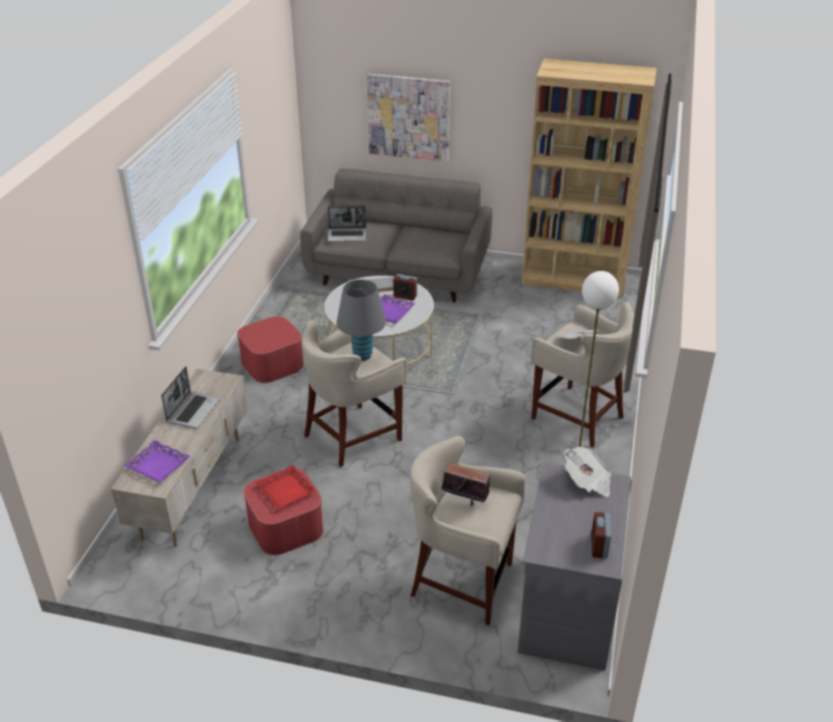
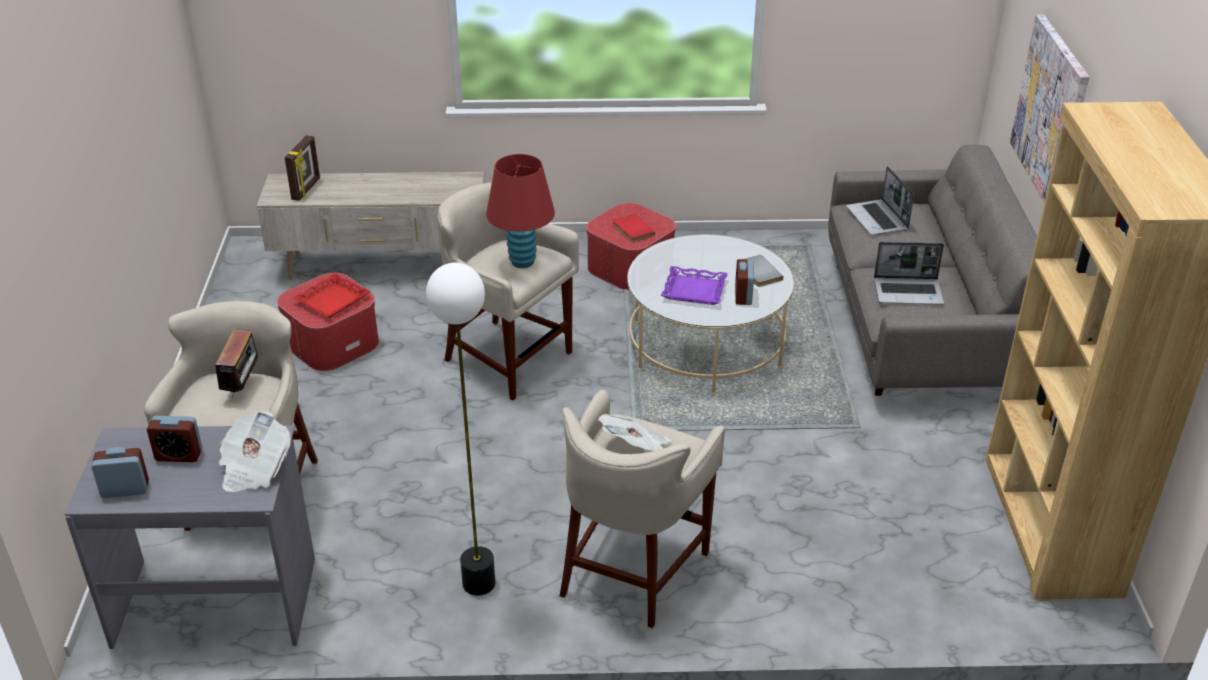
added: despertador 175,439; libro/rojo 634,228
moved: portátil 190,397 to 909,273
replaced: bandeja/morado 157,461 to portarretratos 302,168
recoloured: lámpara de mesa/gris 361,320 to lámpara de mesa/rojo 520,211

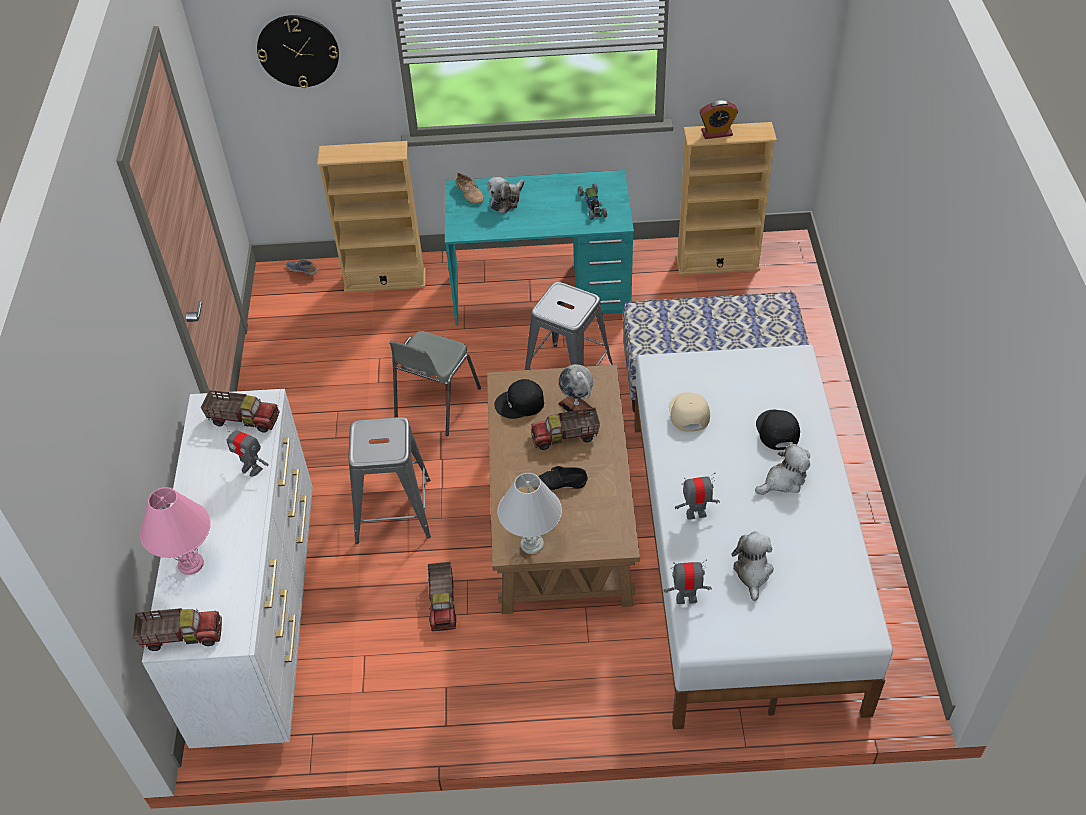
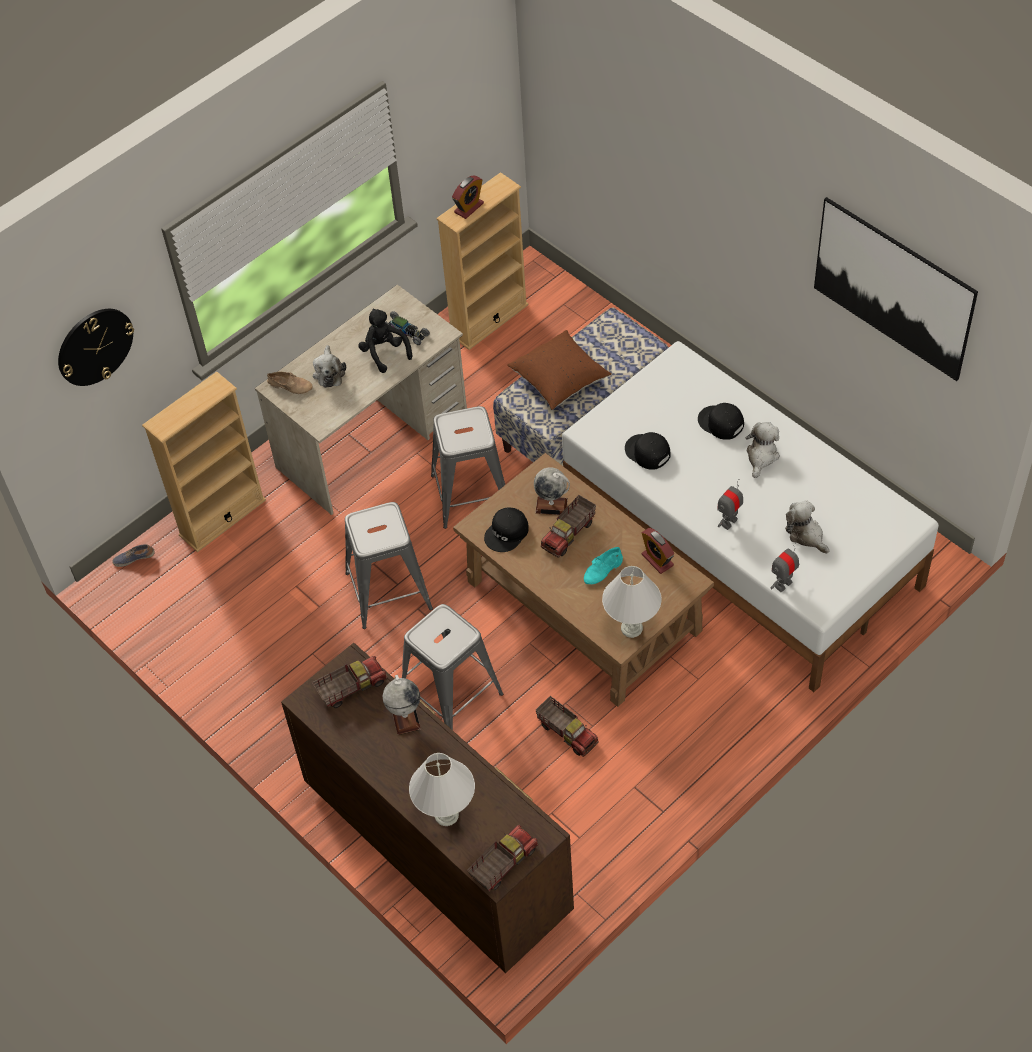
added: peluche/negro 385,340; cojín/marrón 559,370; despertador 658,551; cuadro 896,289
replaced: robot de juguete 246,450 to globo terráqueo 402,705; silla/gris 435,383 to taburete/gris 389,565
recoloured: lámpara de mesa/rosa 175,531 to lámpara de mesa/blanco 442,789; cómoda/blanco 227,568 to cómoda/marrón 427,808; escritorio/turquesa 539,248 to escritorio/beis 361,400; zapato/negro 563,478 to zapato/turquesa 603,566; gorra/beis 689,412 to gorra/negro 648,451

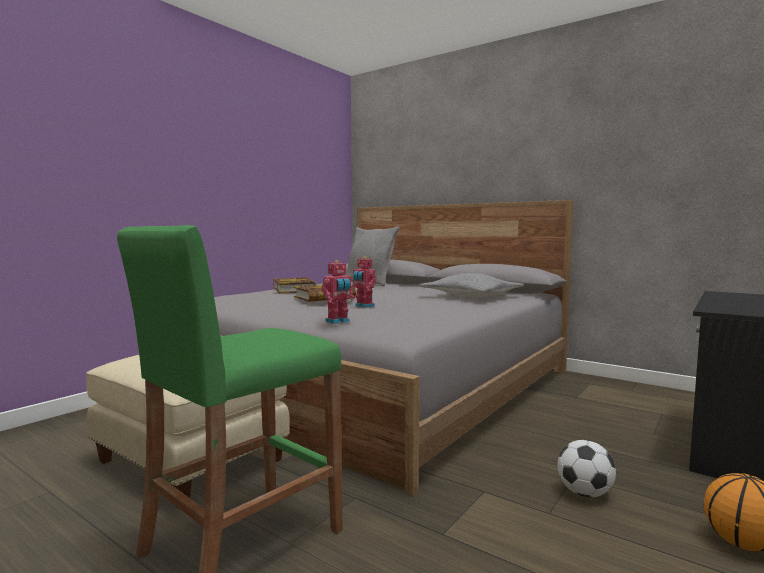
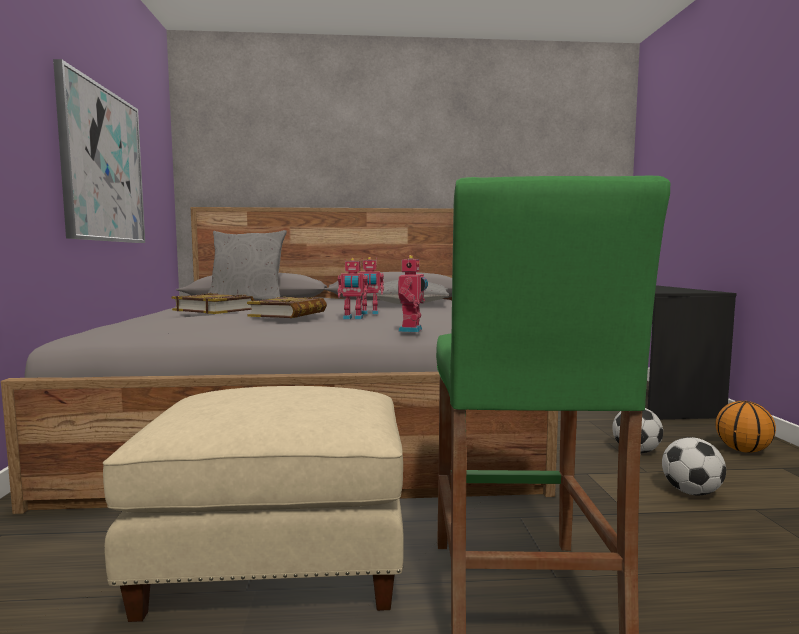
added: cuadro 99,151; robot de juguete 371,286; balón de fútbol 694,466

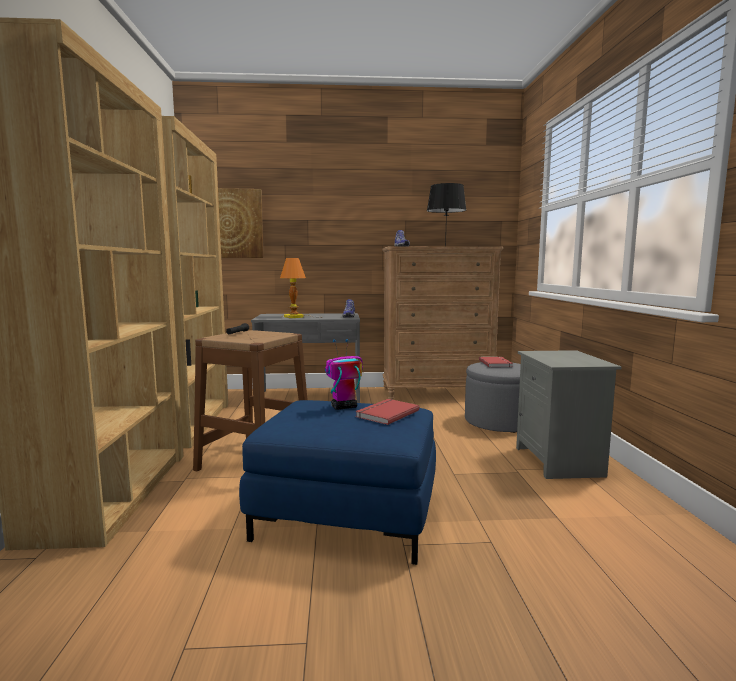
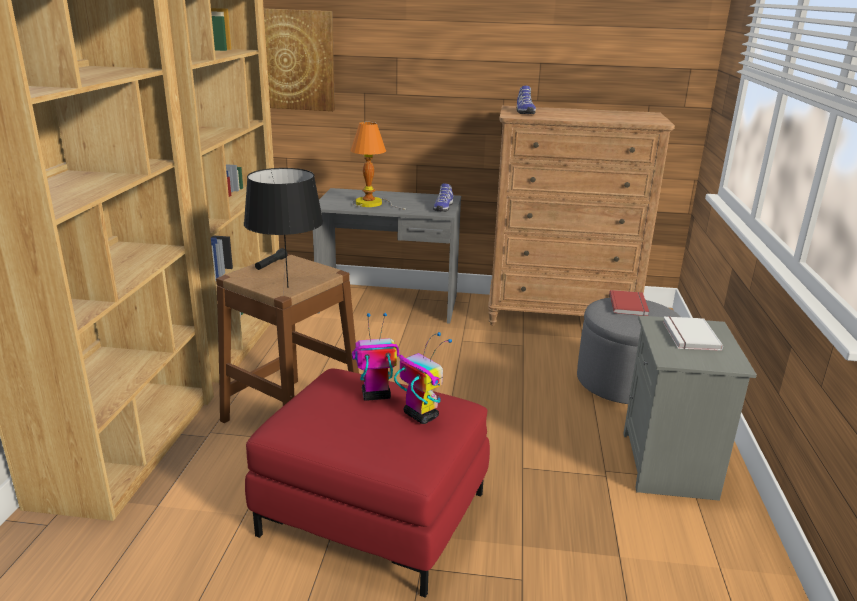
added: libro/blanco 693,333
moved: lámpara de mesa/negro 446,215 to 283,228
replaced: libro/rojo 387,412 to robot de juguete 423,378
recoloured: puf/azul 337,482 to puf/rojo 367,483

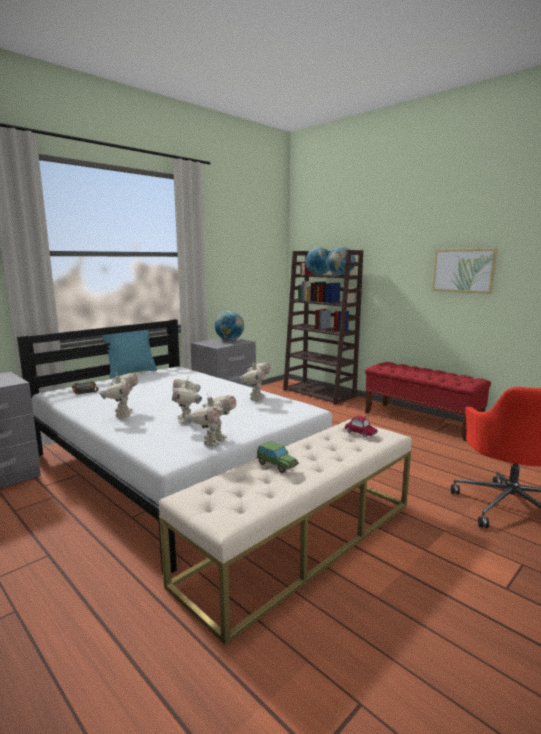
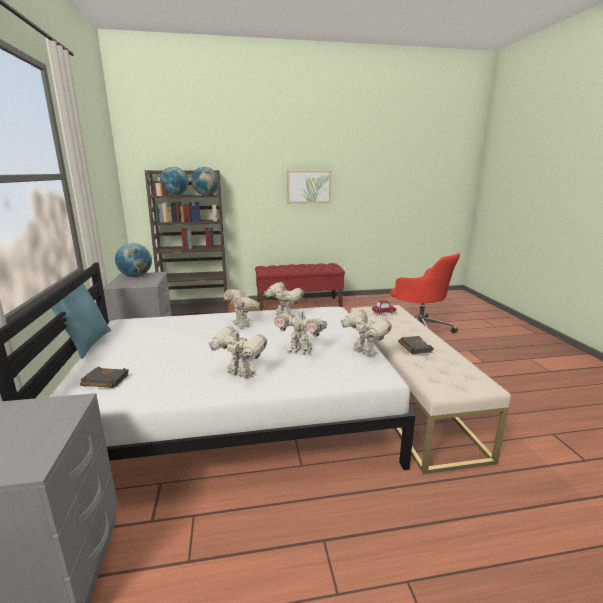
added: robot de juguete 242,308
replaced: coche de juguete 278,457 to libro/negro 416,345

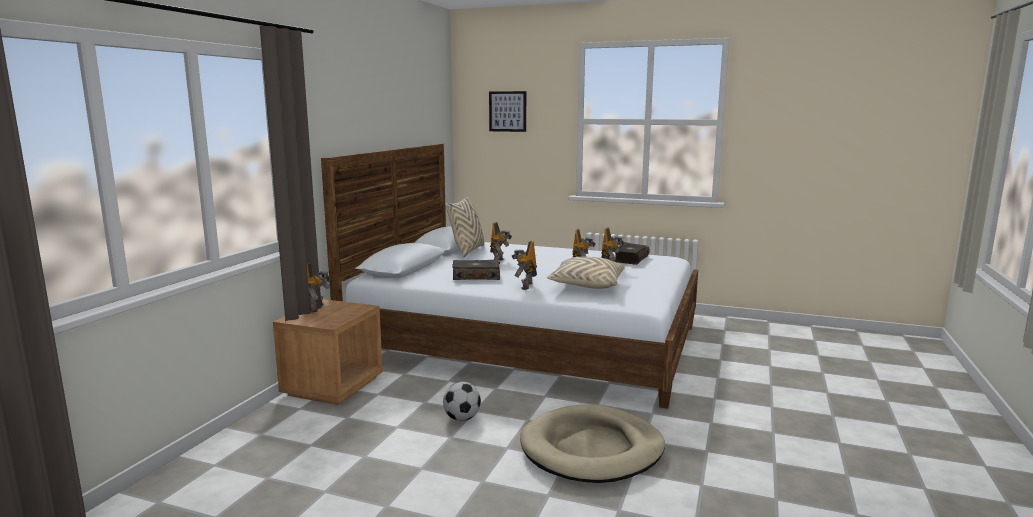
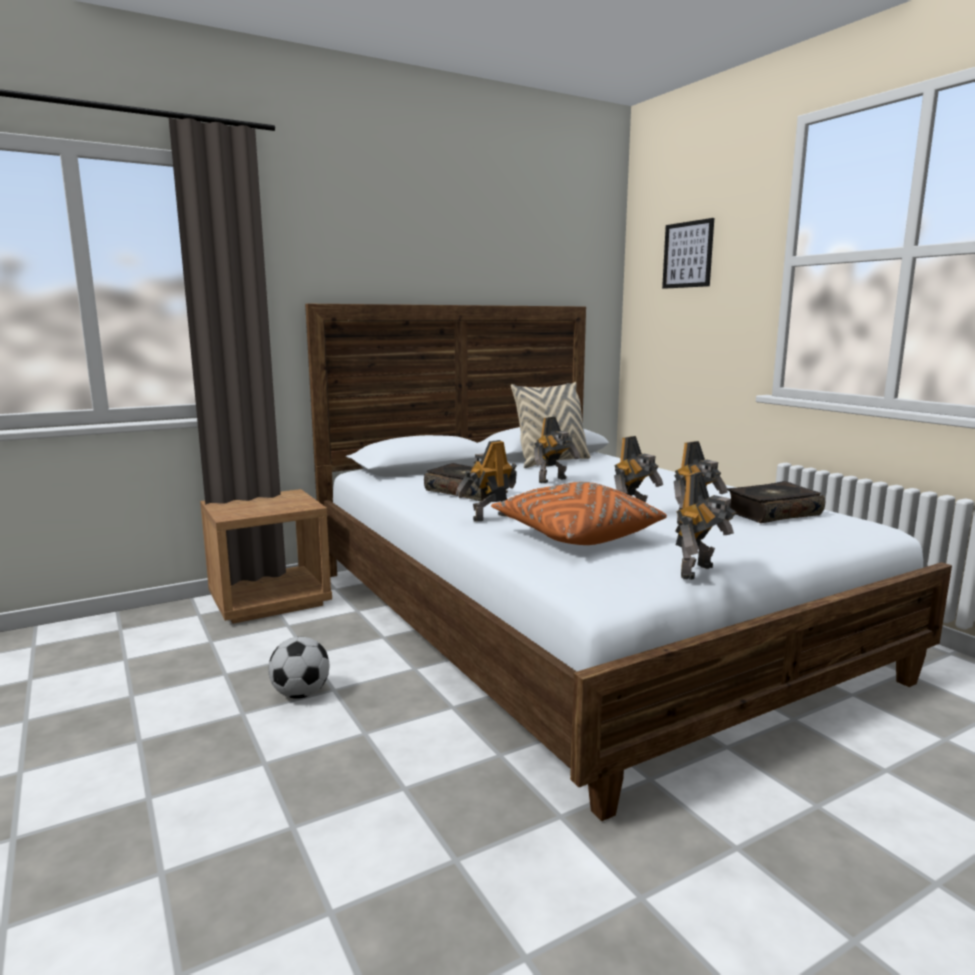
removed: cama para perro/beis 592,443
moved: robot de juguete 319,288 to 705,526
recoloured: cojín/beis 585,273 to cojín/naranja 579,513

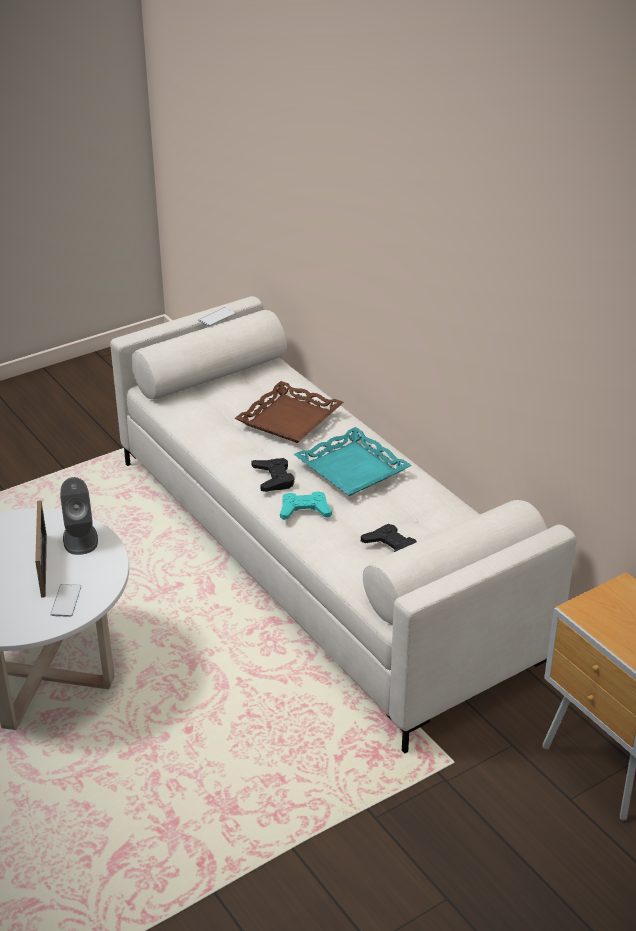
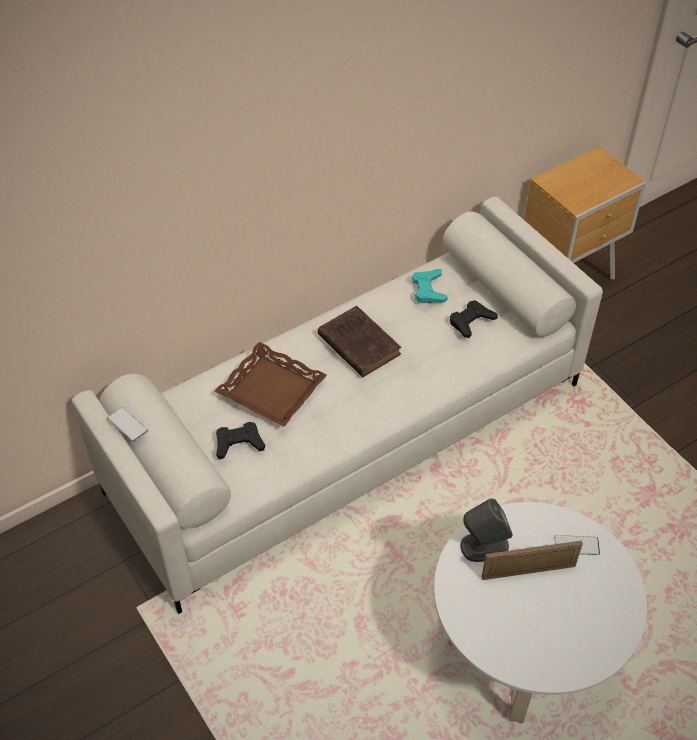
moved: mando de consola/negro 272,475 to 240,440; mando de consola/turquesa 306,505 to 430,286
replaced: bandeja/turquesa 353,461 to libro/marrón 359,341

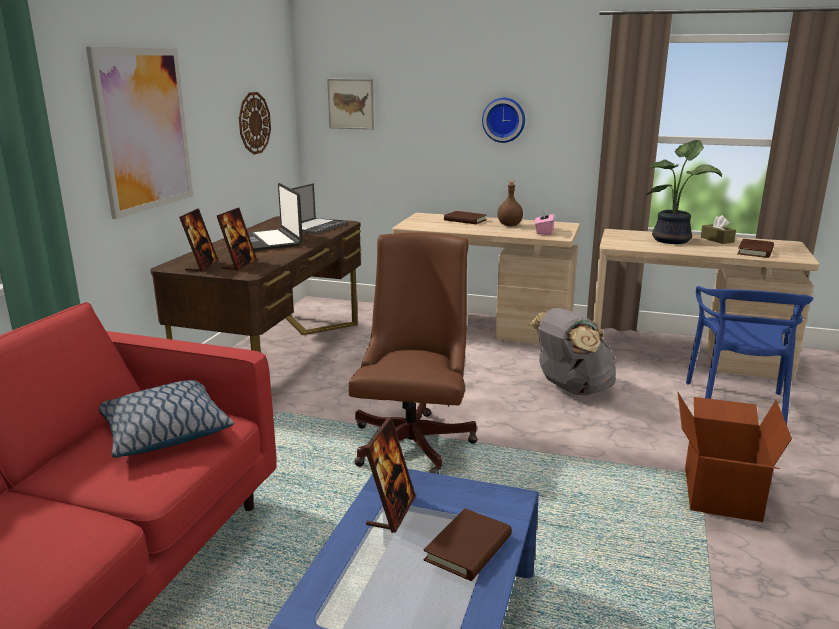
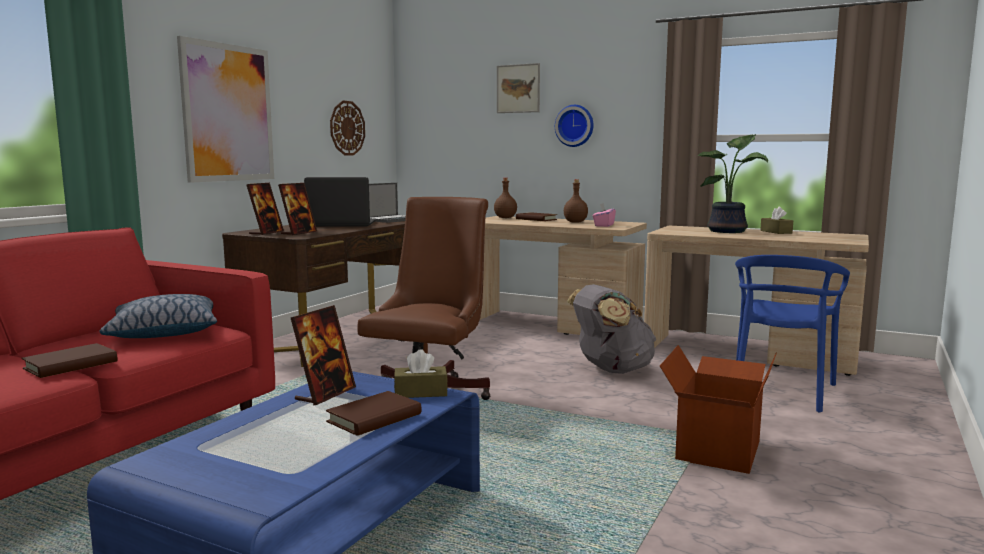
added: caja de pañuelos/marrón 421,373; botella/marrón 505,198
moved: cuadro 350,104 to 518,88; libro/marrón 755,248 to 69,360
turned: portátil 275,217 = 340,202 105 degrees clockwise

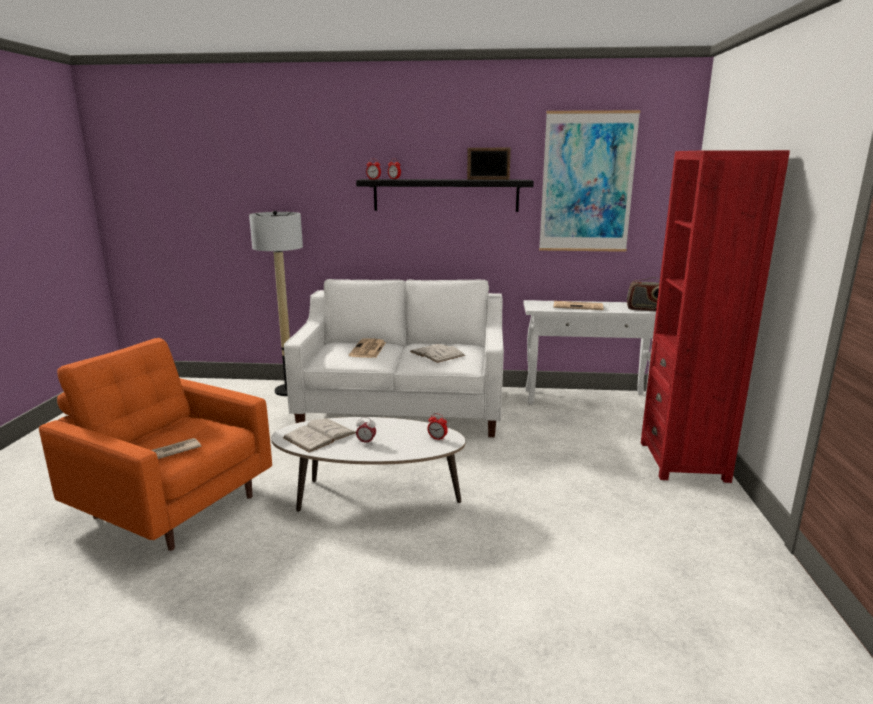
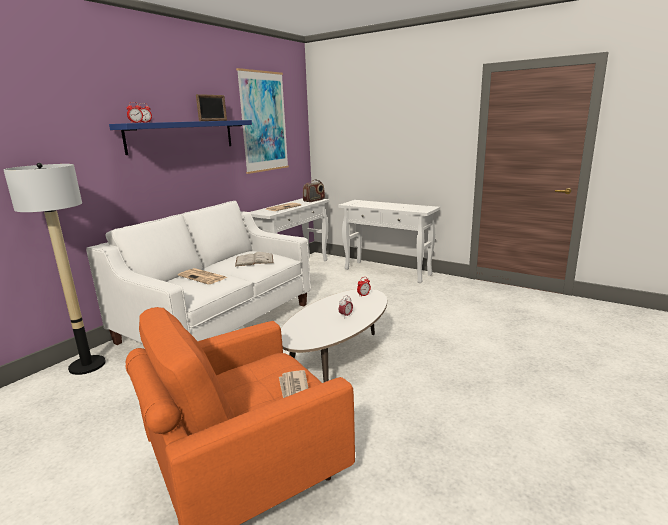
removed: libro/blanco 319,435
replaced: estantería/rojo 715,316 to mesa consola/blanco 389,241
recoloured: estante/negro 445,195 to estante/azul 180,137

